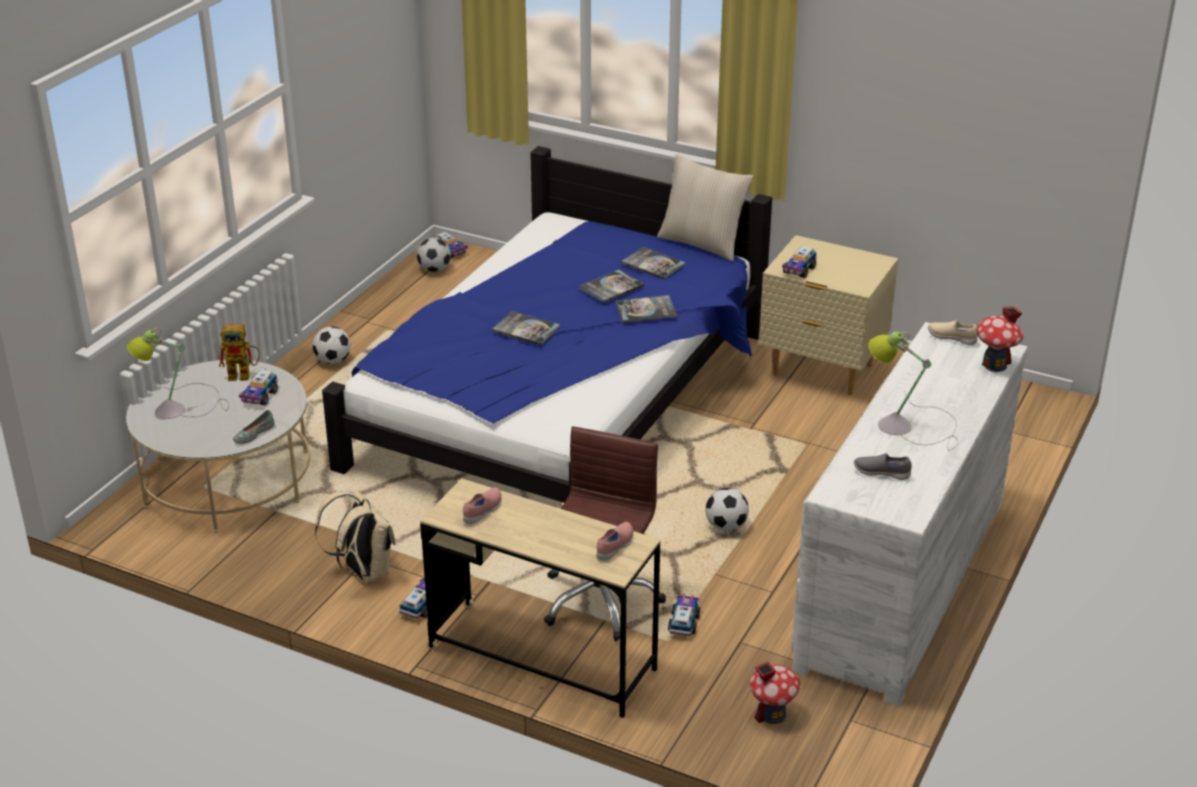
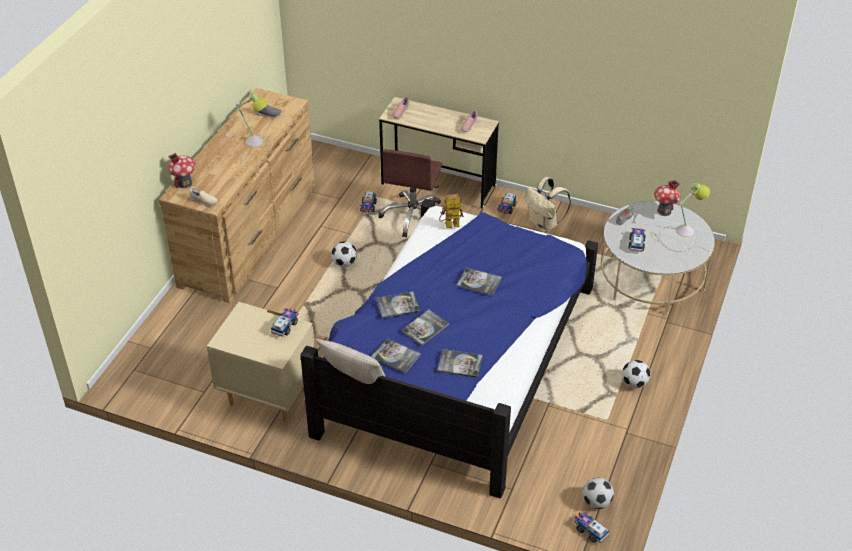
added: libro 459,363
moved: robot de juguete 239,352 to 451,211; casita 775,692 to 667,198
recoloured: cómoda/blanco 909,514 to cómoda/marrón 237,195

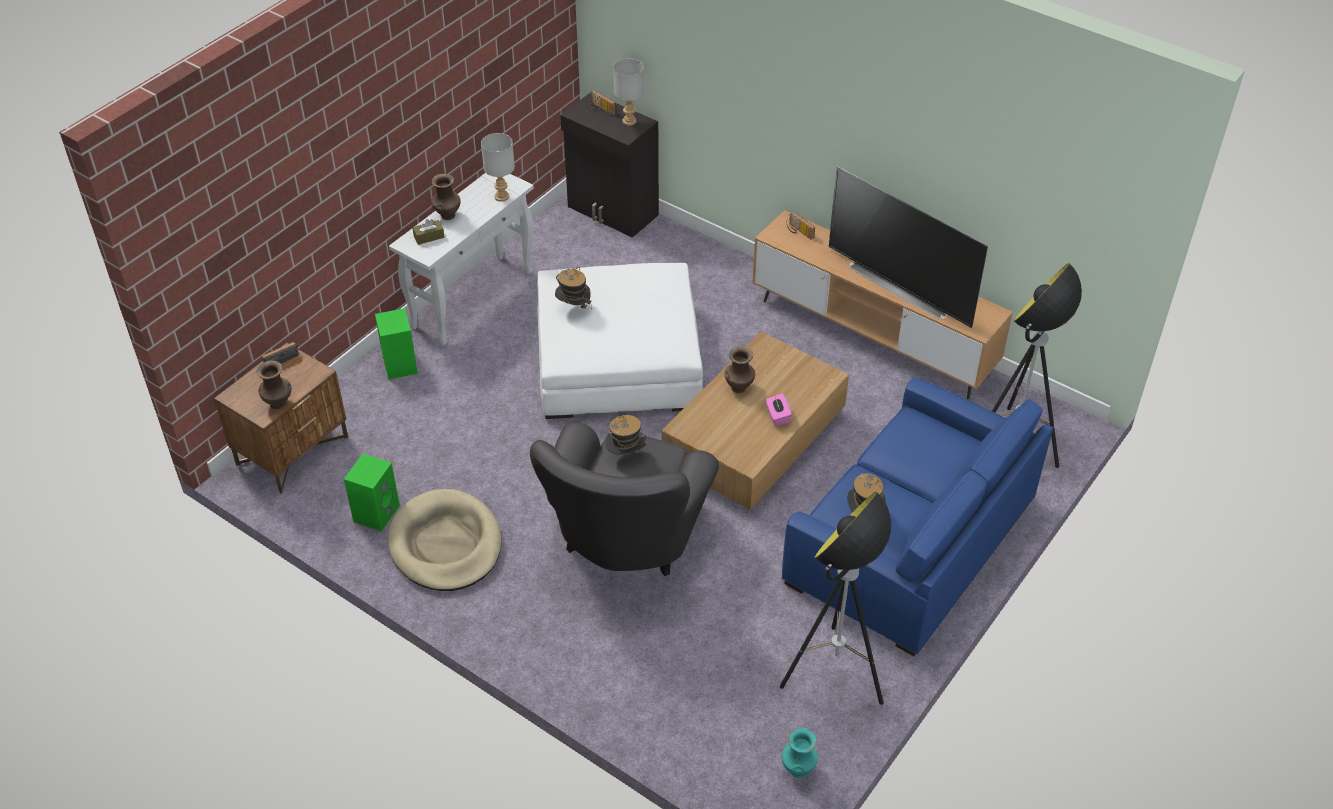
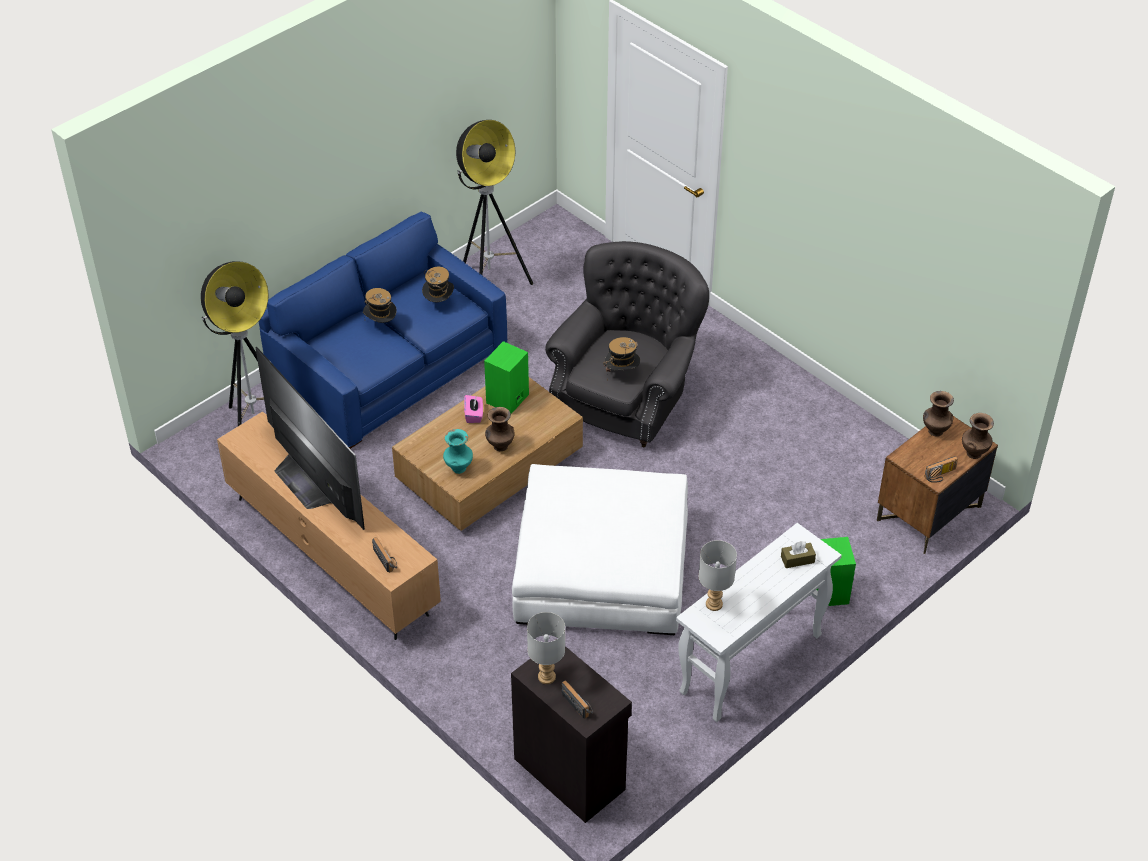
removed: cama para perro/beis 445,540
moved: altavoz/verde 372,492 to 506,377; florero/marrón 446,197 to 978,436; sombrero 573,288 to 380,305; florero/turquesa 800,752 to 458,451

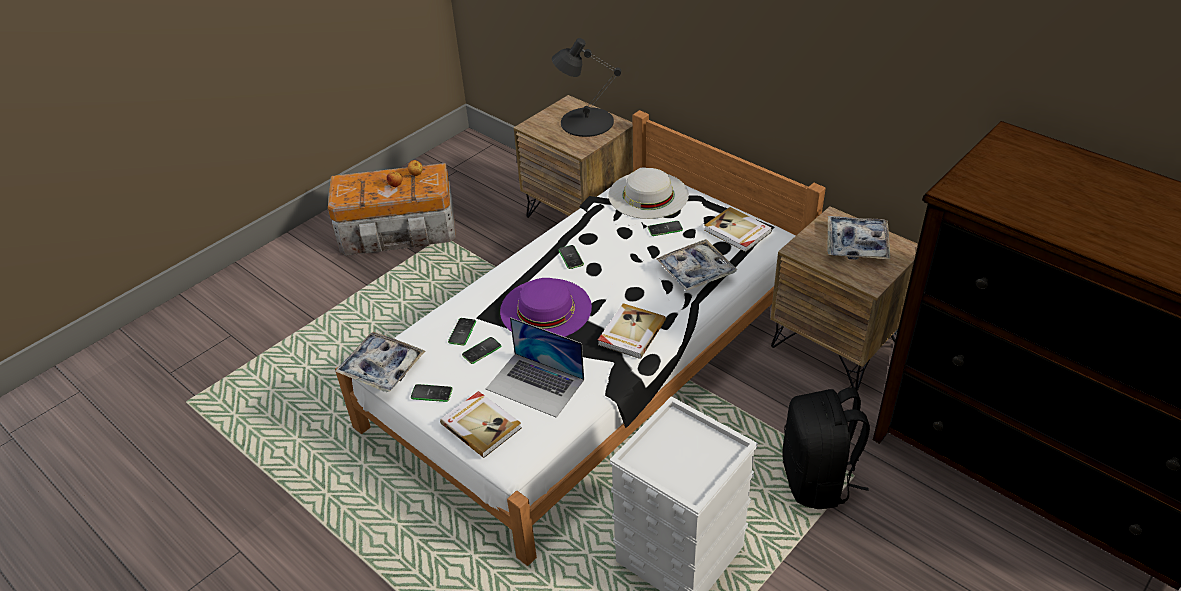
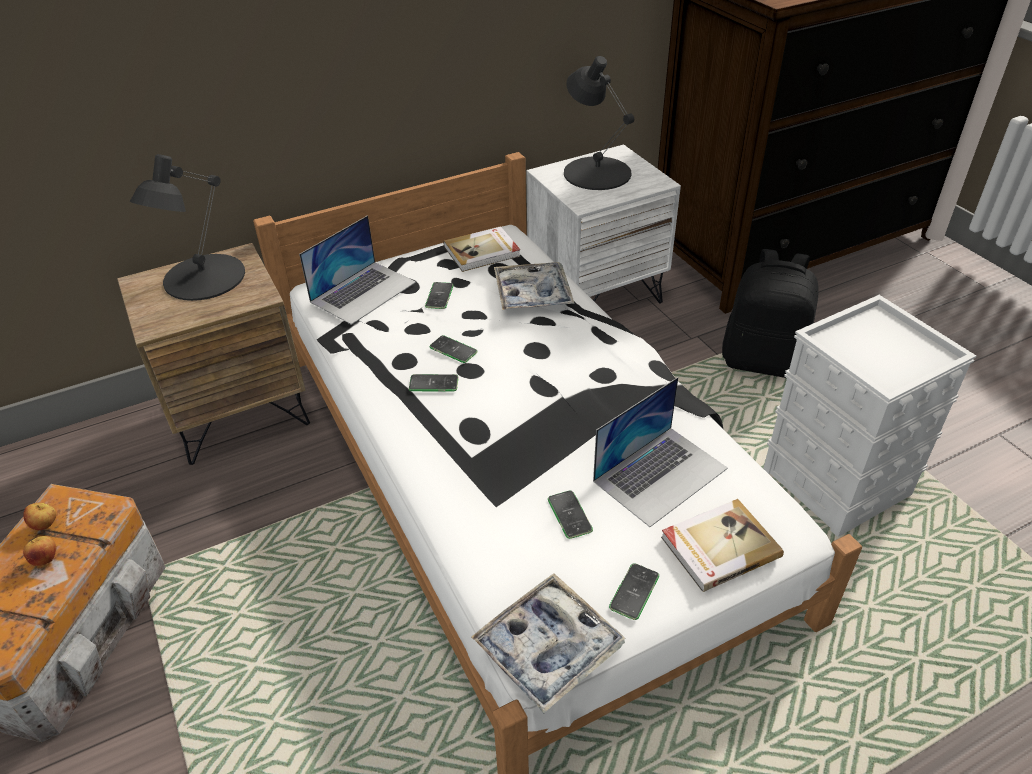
removed: sombrero/morado 546,307; libro 632,331
moved: móvil 462,332 to 453,349
replaced: sombrero/blanco 648,193 to portátil 357,270; bandeja 858,238 to lámpara de mesa/negro 599,123
recoloured: mesita de noche/marrón 844,298 to mesita de noche/blanco 603,224

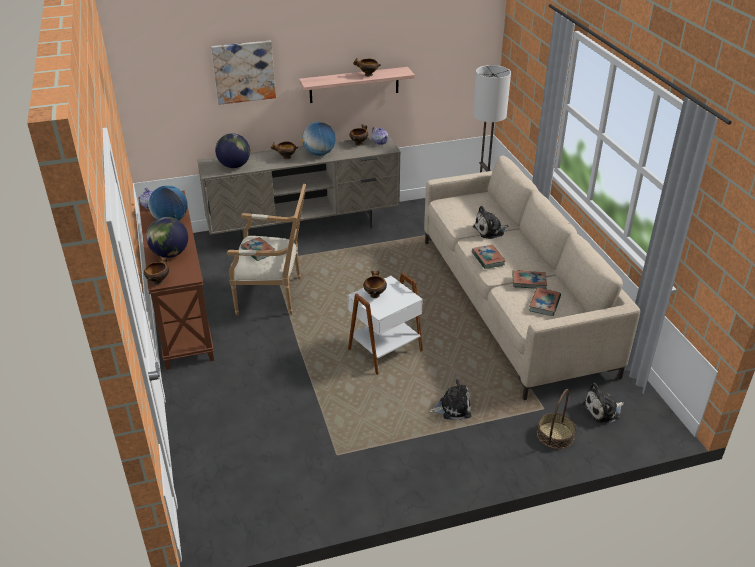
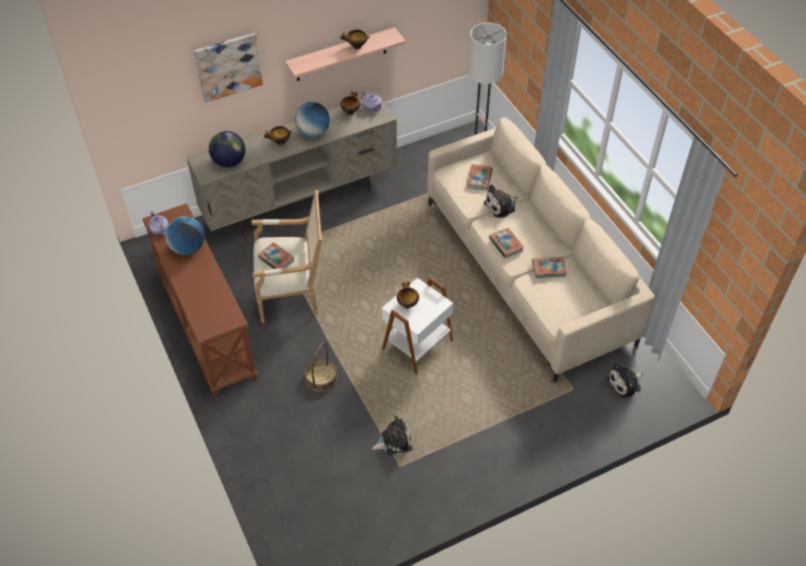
removed: cuenco 156,270; globo terráqueo 167,237
moved: peluche 449,399 to 392,435; libro 545,301 to 479,177; cesta 556,419 to 321,367

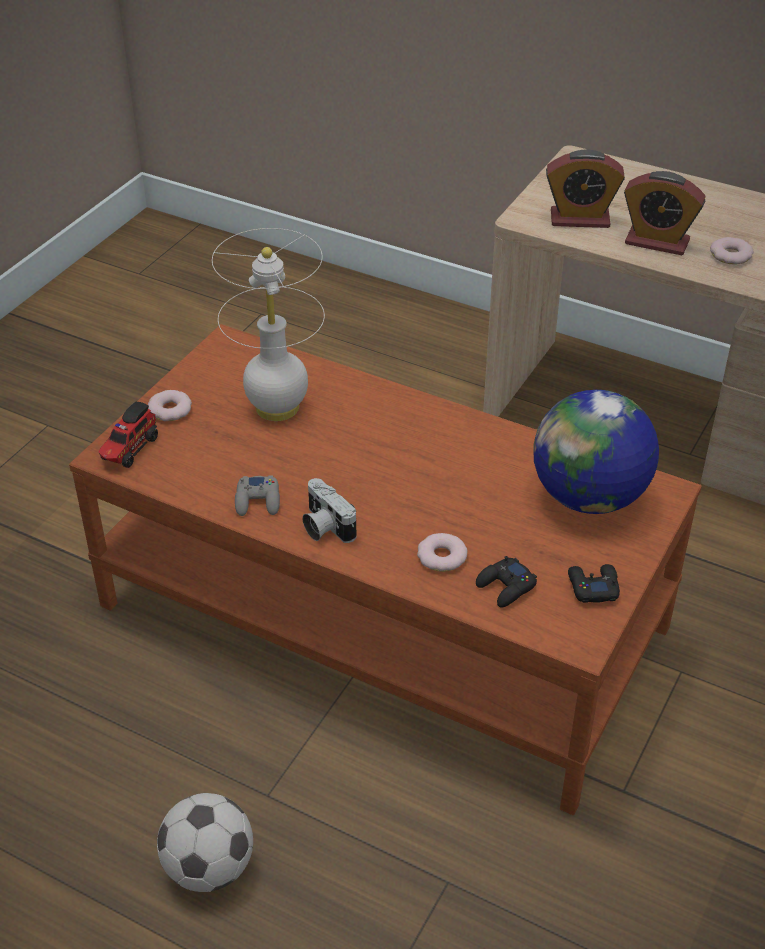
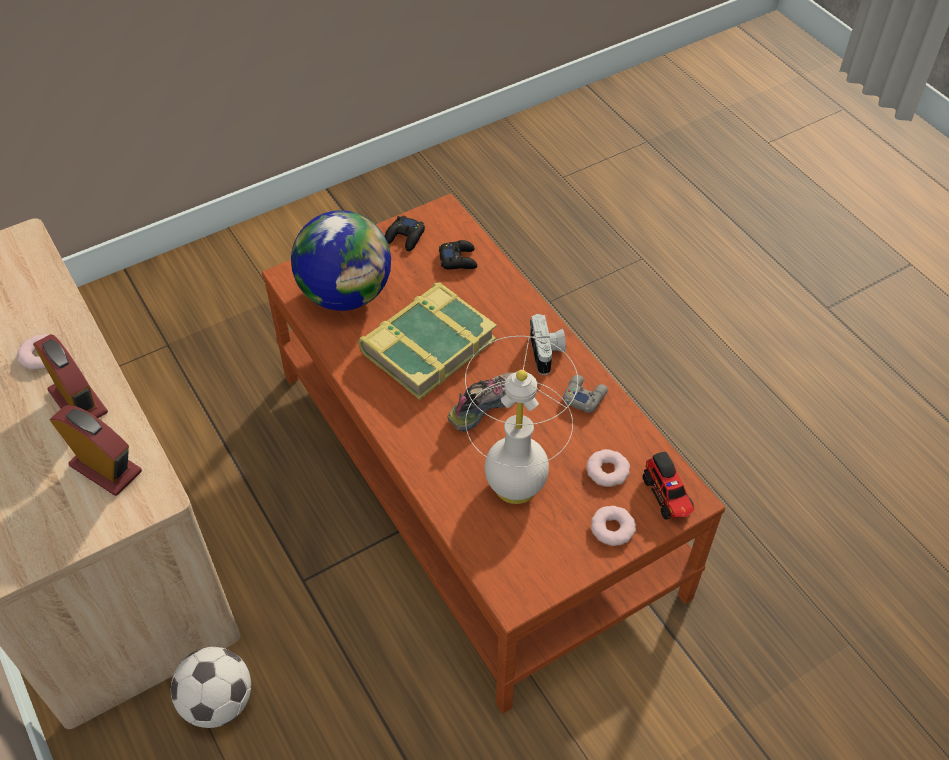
added: libro 428,341; zapato 479,402
moved: balón de fútbol 205,842 to 211,687; rosquilla 442,552 to 608,468
turned: camión de juguete 128,435 = 668,486 105 degrees clockwise

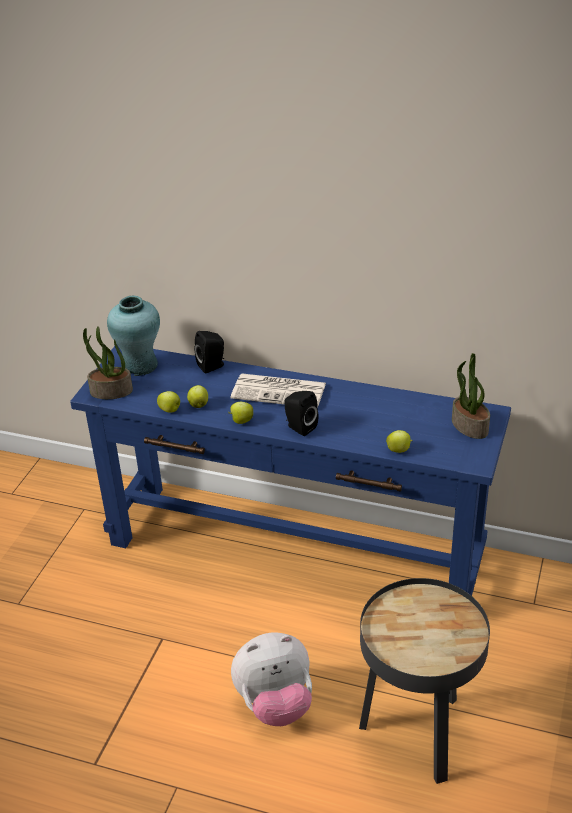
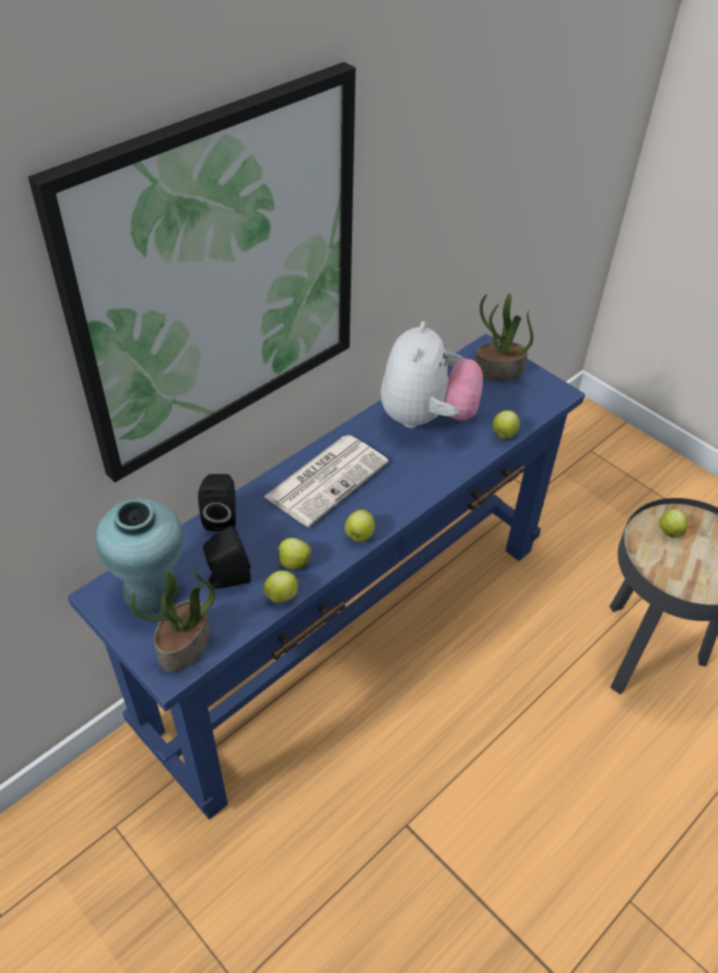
added: cuadro 192,272; manzana 674,523
moved: peluche 271,679 to 432,374; altavoz/negro 301,413 to 227,557

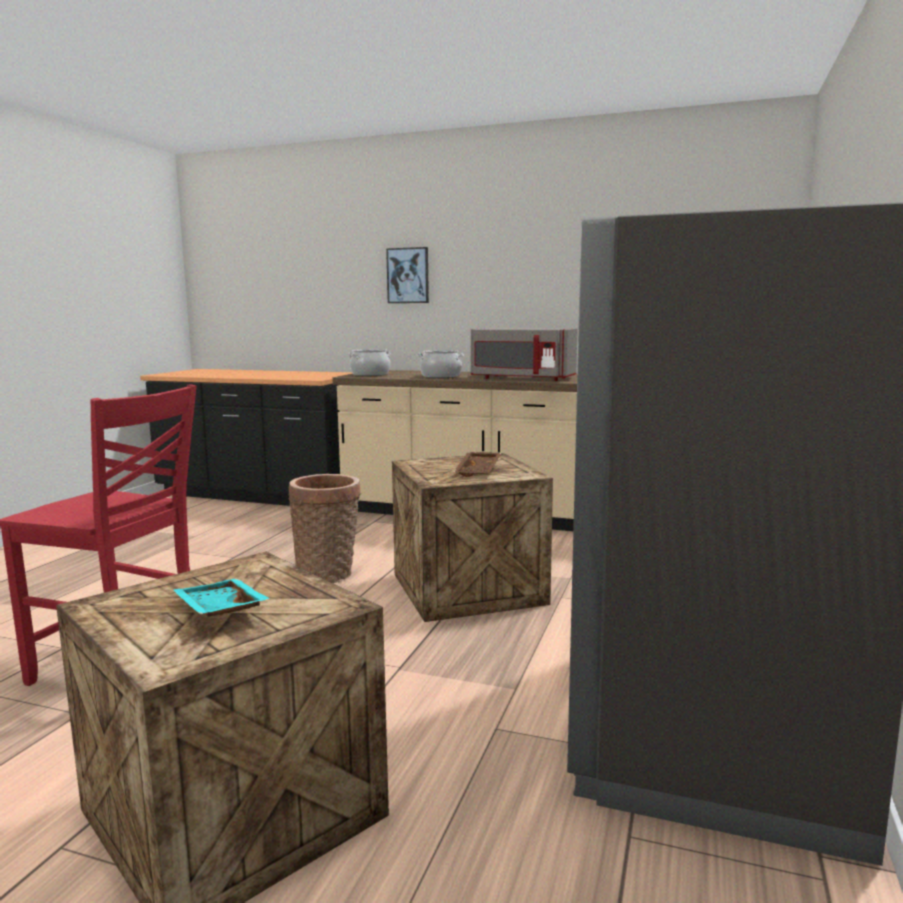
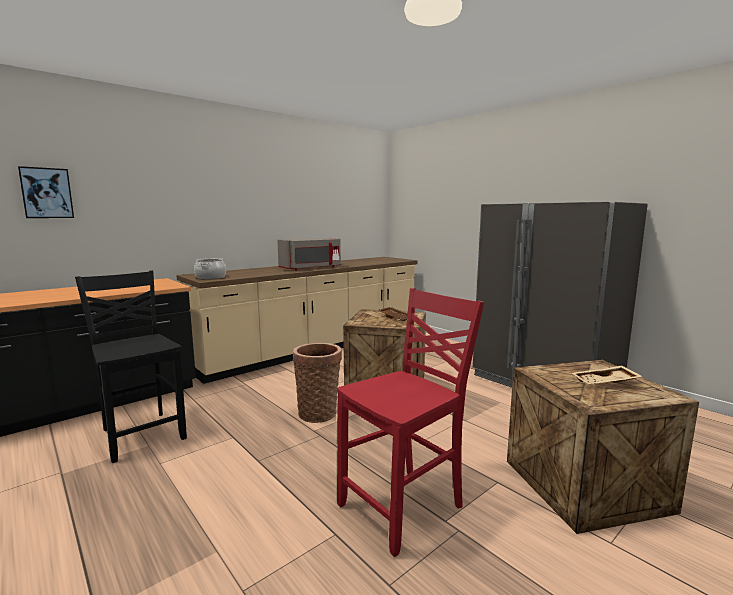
removed: olla 441,364
added: silla/negro 131,367
moved: cuadro 407,275 to 46,192
recoloured: bandeja/turquesa 222,597 to bandeja/beis 607,375

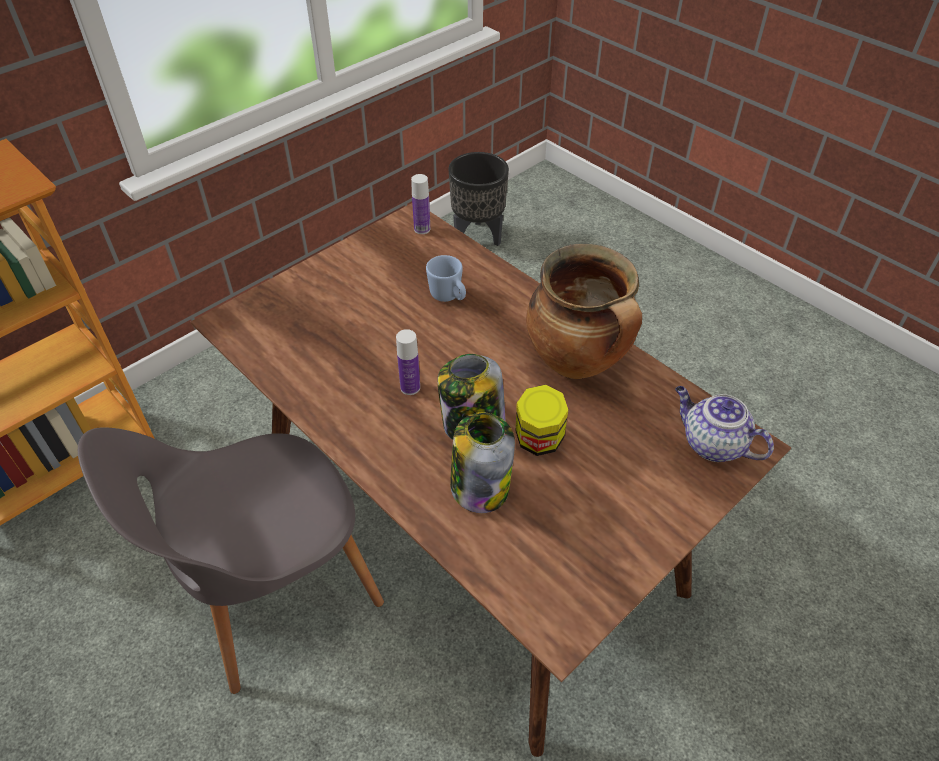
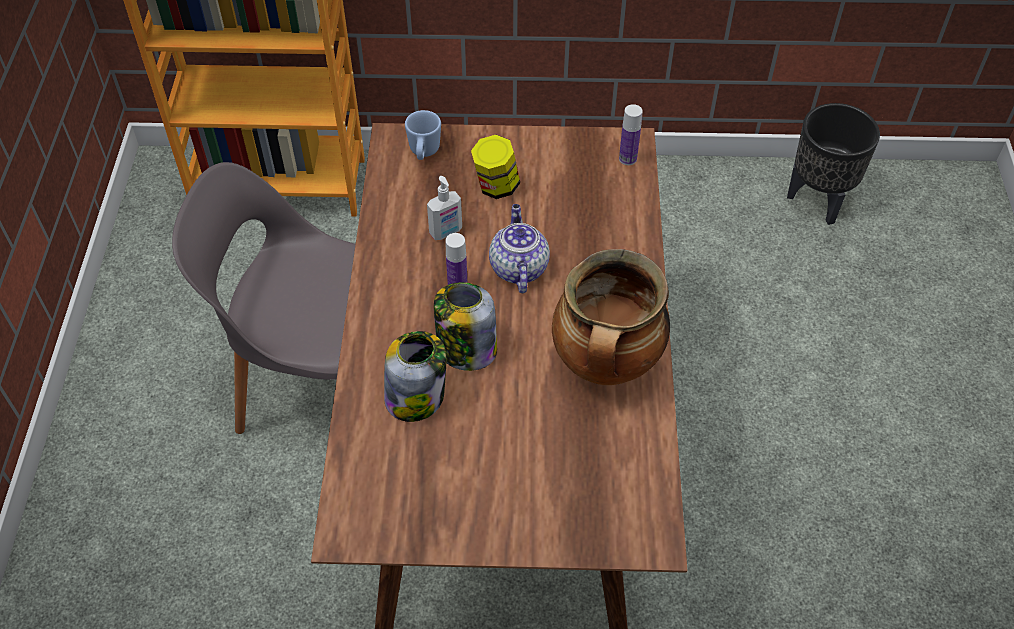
added: dispensador de jabón 444,208
moved: taza grande/azul 446,278 to 423,135; tarro 542,420 to 495,167; tetera 724,424 to 519,248

